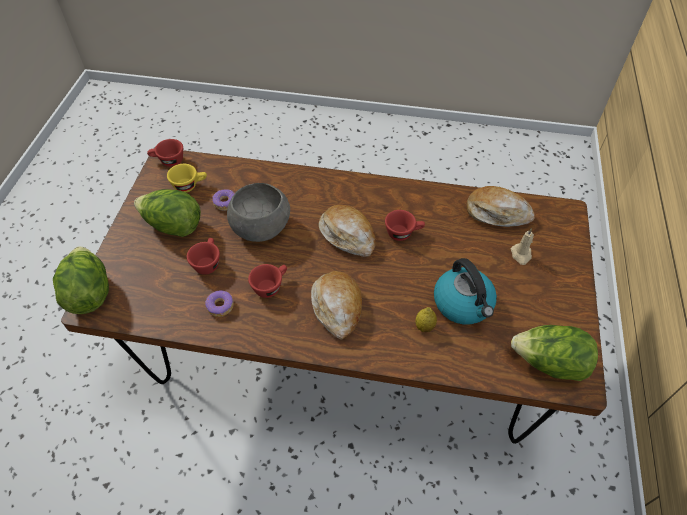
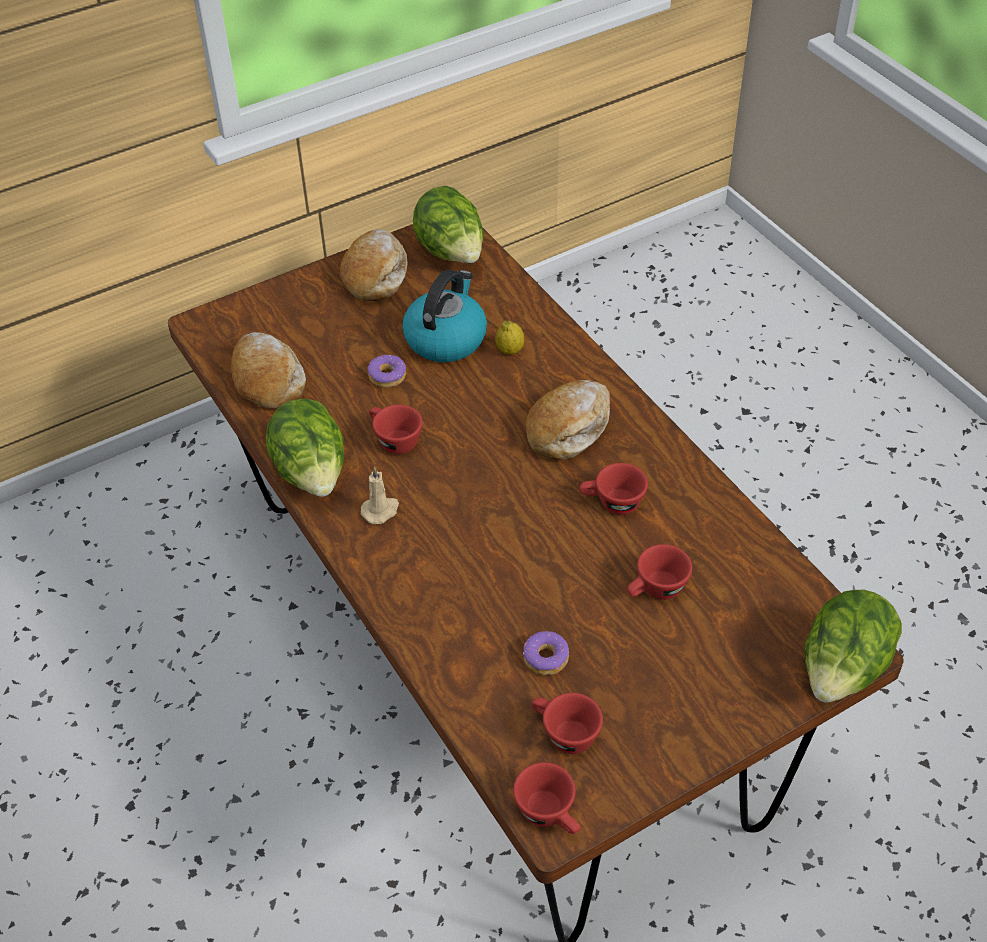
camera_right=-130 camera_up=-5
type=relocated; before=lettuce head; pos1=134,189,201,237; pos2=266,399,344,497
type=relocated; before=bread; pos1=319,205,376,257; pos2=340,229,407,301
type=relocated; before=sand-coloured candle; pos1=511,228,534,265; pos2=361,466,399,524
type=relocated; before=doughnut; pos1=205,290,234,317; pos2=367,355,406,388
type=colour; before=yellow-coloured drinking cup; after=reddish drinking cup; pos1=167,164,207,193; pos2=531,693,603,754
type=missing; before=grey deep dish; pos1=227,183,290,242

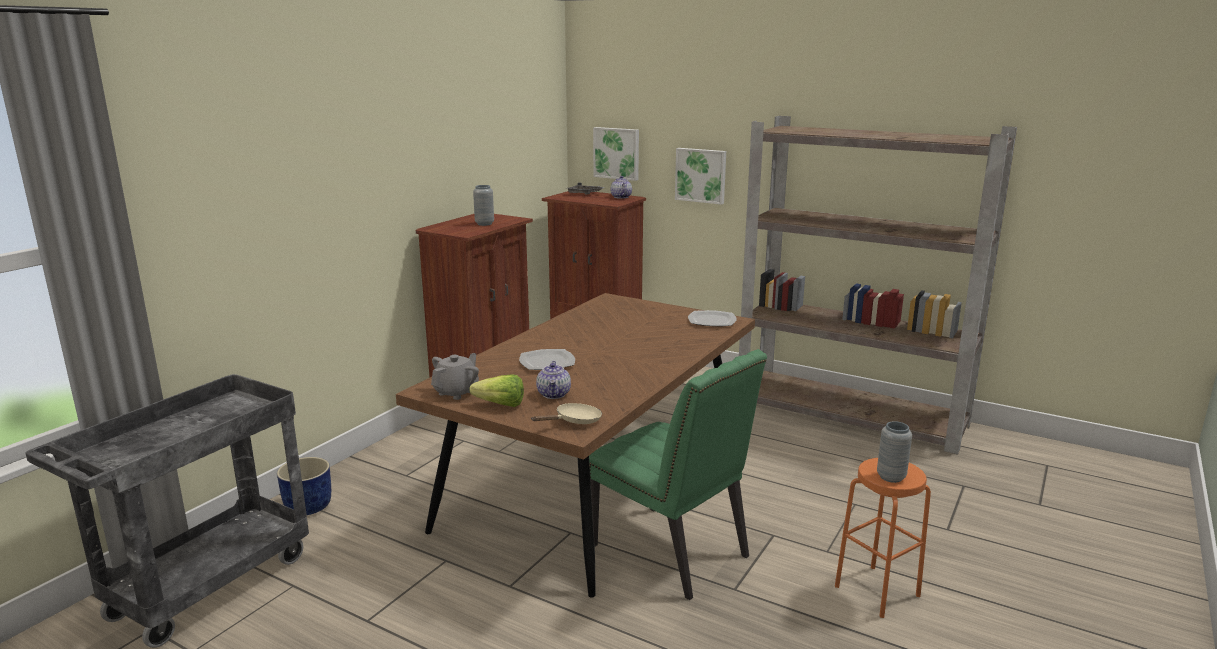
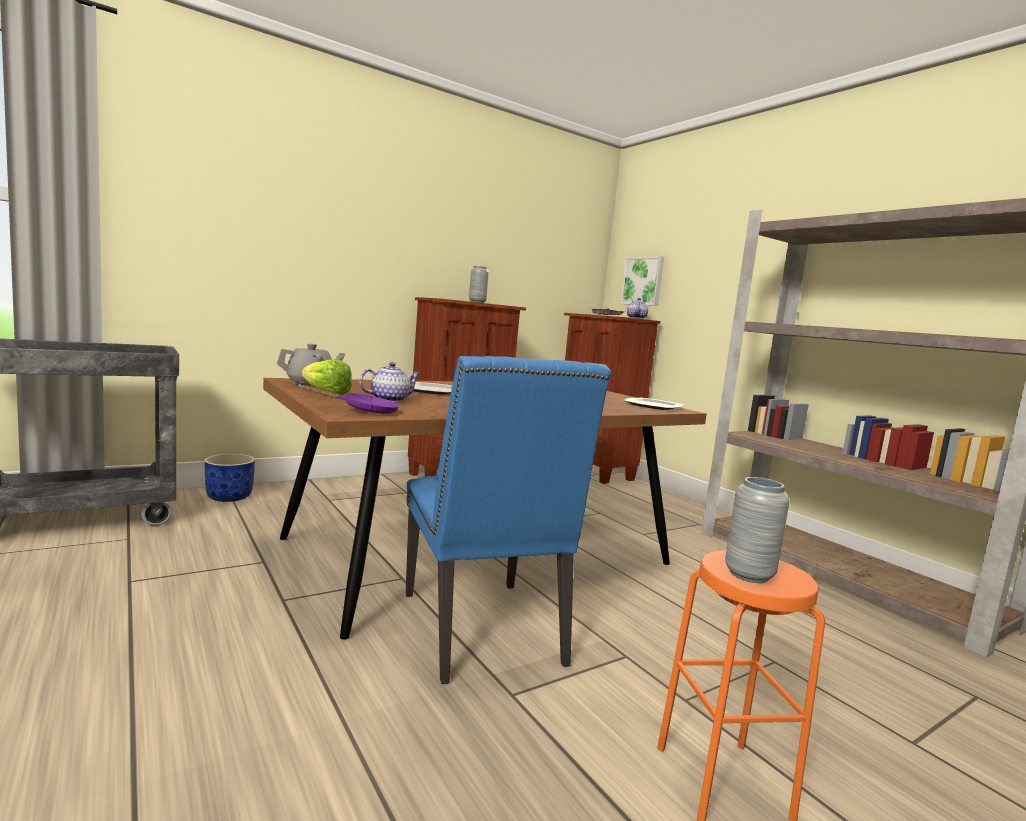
camera_right=25 camera_up=-10
type=colour; before=sand-coloured pan; after=purple pan; pos1=531,403,602,424; pos2=301,385,399,414
type=spun; before=pot for tea; pos1=536,361,571,399; pos2=359,362,421,402; turn=-150
type=colour; before=green-coloured upright chair; after=blue upright chair; pos1=589,349,767,600; pos2=406,356,611,684
type=missing; before=wall picture; pos1=675,148,726,205

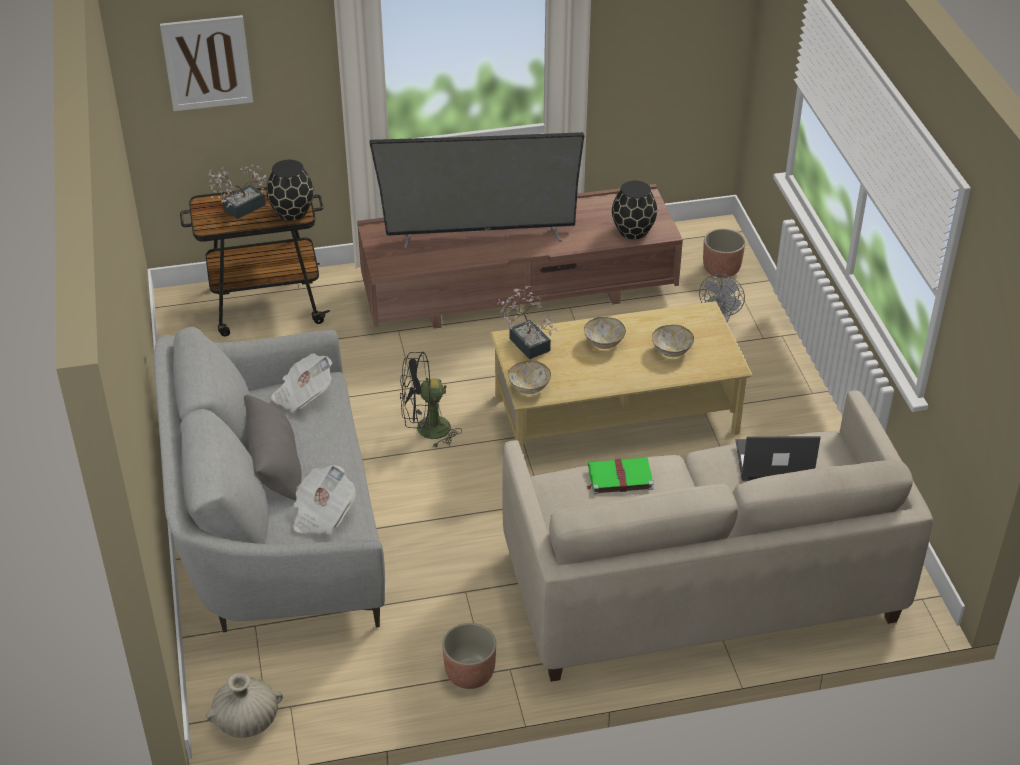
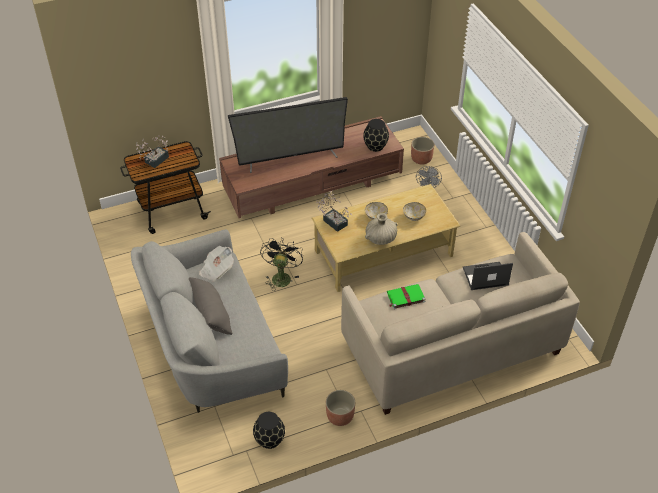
camera_right=-10 camera_up=5
type=relocated; before=blackish decorative vase; pos1=266,160,314,221; pos2=253,412,285,449
type=spun; before=blackish electric fan; pos1=400,352,462,449; pos2=260,237,303,291; turn=120
type=relocated; before=sand-coloured decorative vase; pos1=206,673,283,738; pos2=365,213,398,245
type=missing; before=wall picture; pos1=160,15,253,111
type=missing; before=printed paper; pos1=293,465,356,535
type=missing; before=deep dish; pos1=508,361,551,394

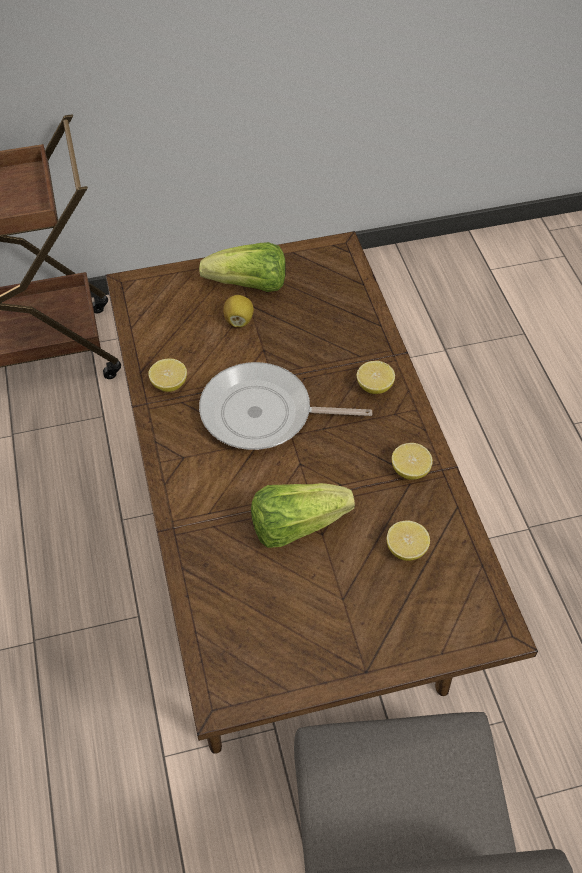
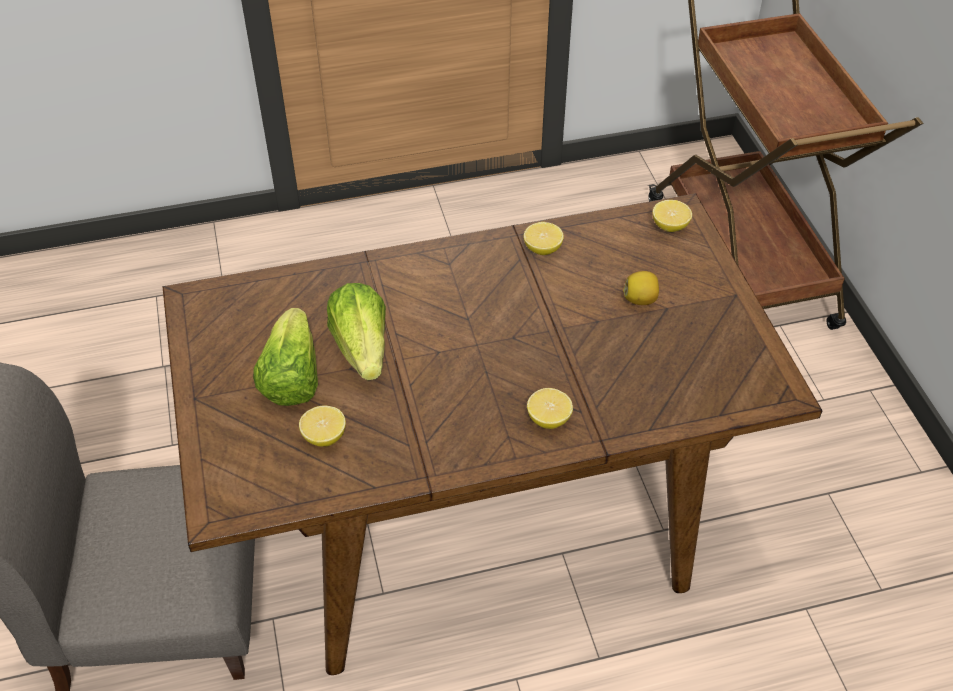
camera_right=90 camera_up=-5
type=relocated; before=lettuce head; pos1=199,242,286,292; pos2=253,308,318,406
type=relocated; before=citrus fruit; pos1=392,443,433,480; pos2=653,200,692,232
type=missing; before=pan; pos1=199,362,372,450

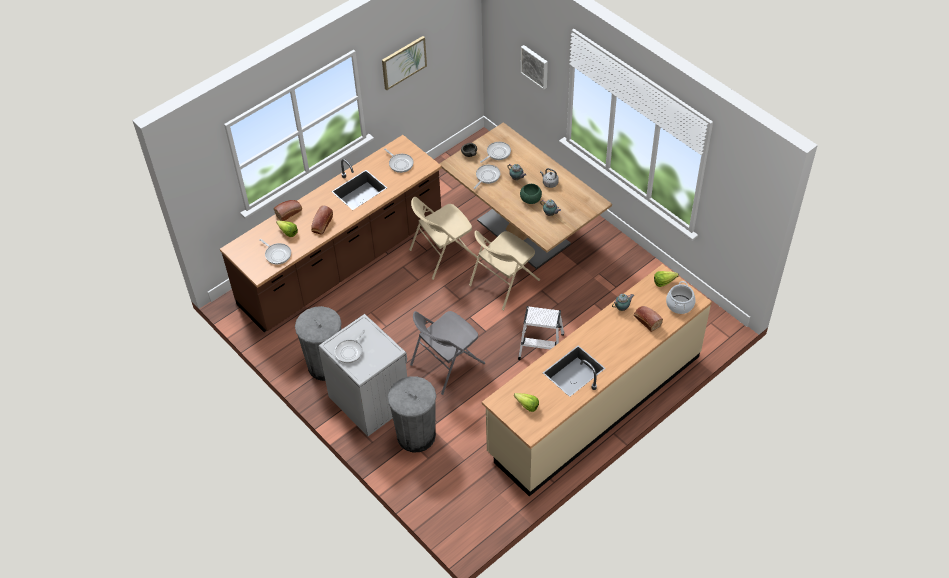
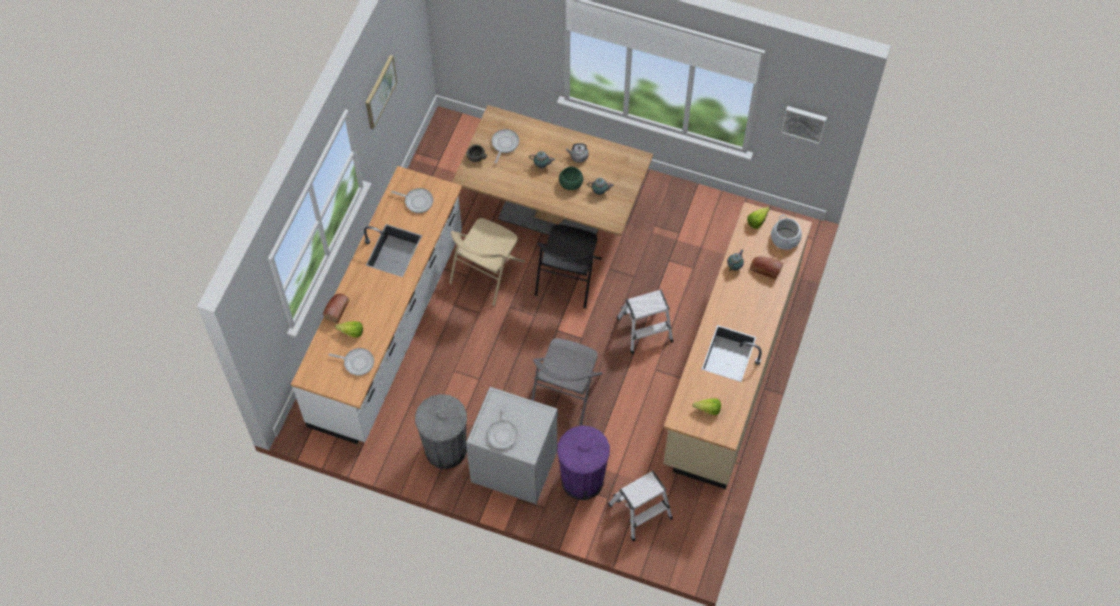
camera_right=-30 camera_up=10
type=colour; before=brownish kitchen base unit; after=whitish kitchen base unit; pos1=220,135,442,332; pos2=291,166,462,444
type=colour; before=sand-coloured upright chair; after=blackish upright chair; pos1=469,231,540,311; pos2=534,225,602,308
type=colour; before=grey trash can; after=purple trash can; pos1=388,376,436,452; pos2=557,425,610,500
type=appeared; after=whitish step ladder; pos2=608,471,673,541
type=relocated; before=wall picture; pos1=521,45,548,89; pos2=781,106,827,144
type=missing; before=bread; pos1=311,205,333,235
type=missing; before=pan; pos1=473,165,501,189

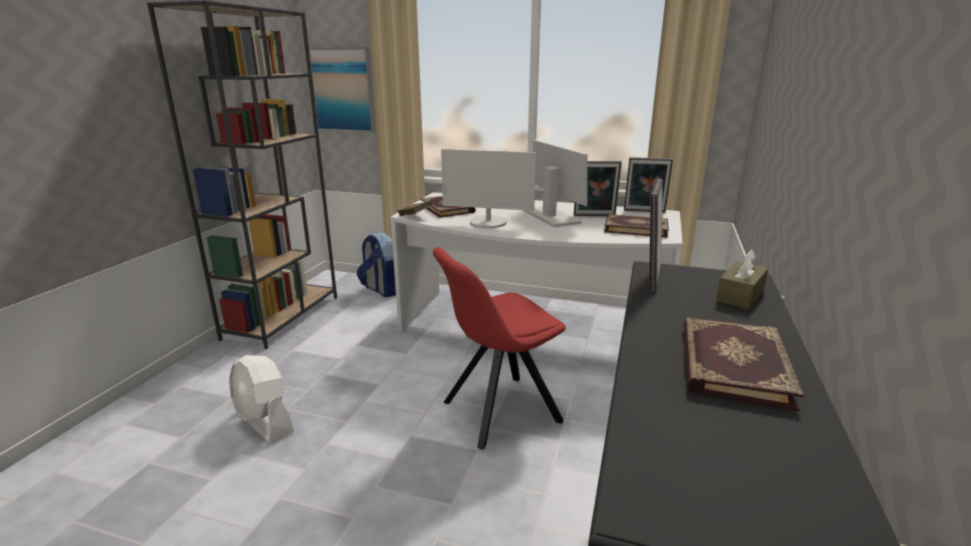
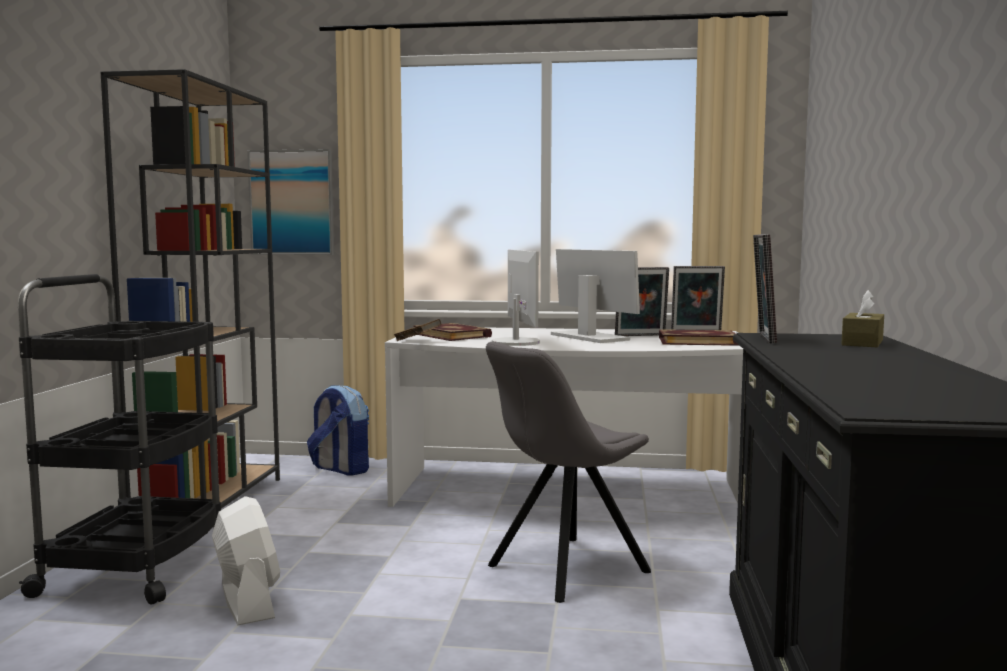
camera_right=-10 camera_up=-15
type=appeared; after=blackish cart; pos2=18,274,221,605
type=spun; before=whitish electric fan; pos1=229,355,294,443; pos2=212,496,280,625; turn=-150
type=colour; before=reddish upright chair; after=grey upright chair; pos1=433,247,566,449; pos2=486,342,651,603
type=spun; before=computer screen; pos1=441,149,536,228; pos2=492,250,540,346; turn=-105
type=missing; before=volume; pos1=683,317,804,411

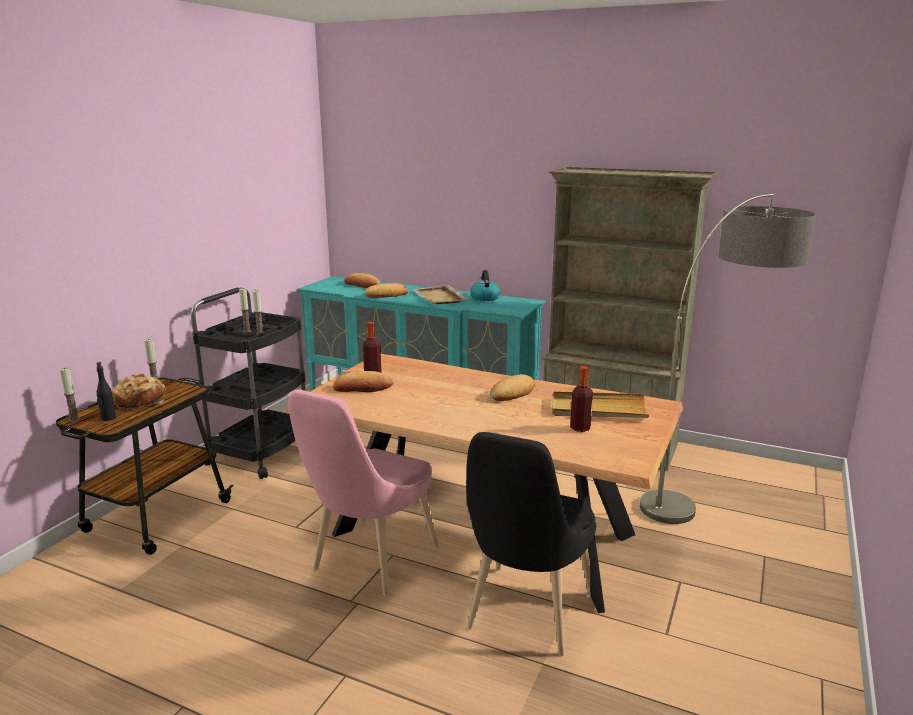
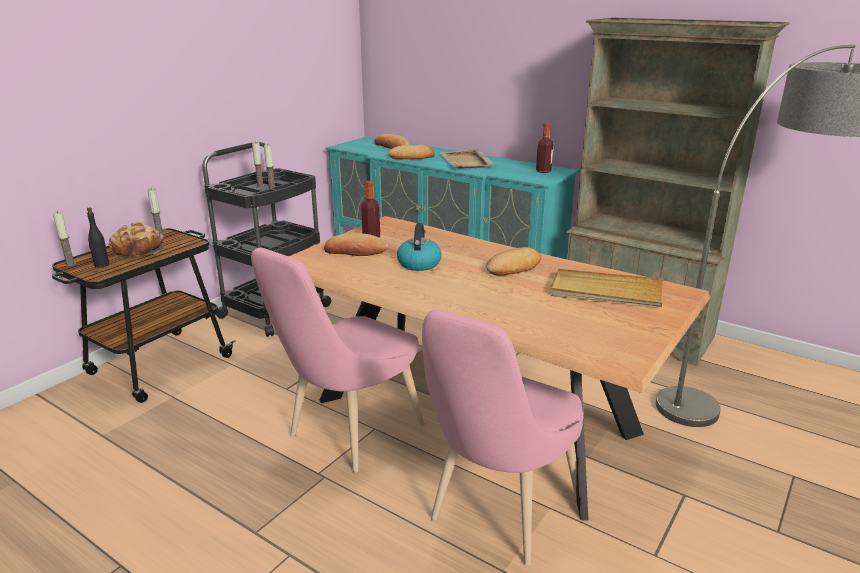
camera_right=10 camera_up=5
type=relocated; before=tea kettle; pos1=470,270,500,301; pos2=397,223,442,271
type=colour; before=blackish upright chair; after=pinkish upright chair; pos1=466,432,597,656; pos2=422,309,583,565
type=relocated; before=bottle; pos1=570,366,593,432; pos2=536,123,554,173

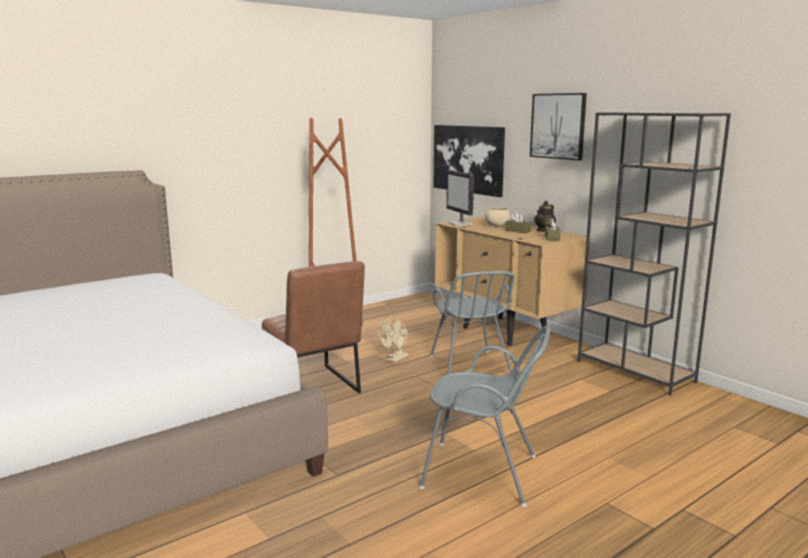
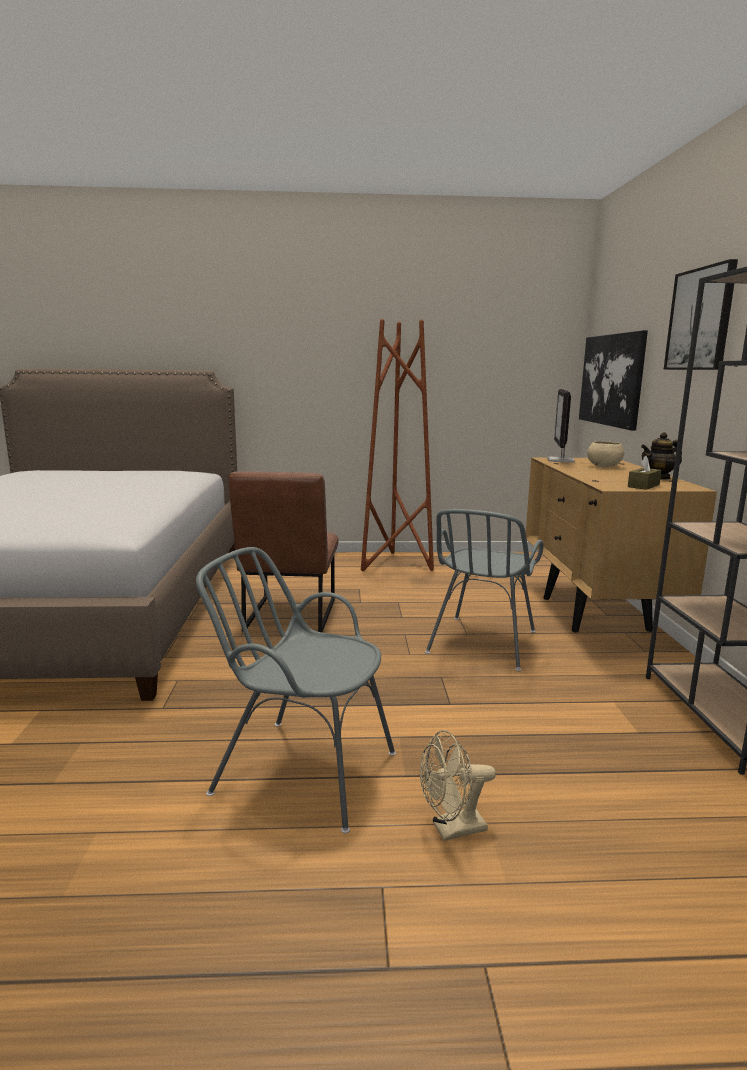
camera_right=35 camera_up=0
type=spun; before=grey upright chair; pos1=419,325,550,507; pos2=196,547,396,833; turn=150
type=relocated; before=sand-coloured electric fan; pos1=378,316,408,362; pos2=420,730,496,841
type=missing; before=brownish box of tissues; pos1=505,212,531,233

